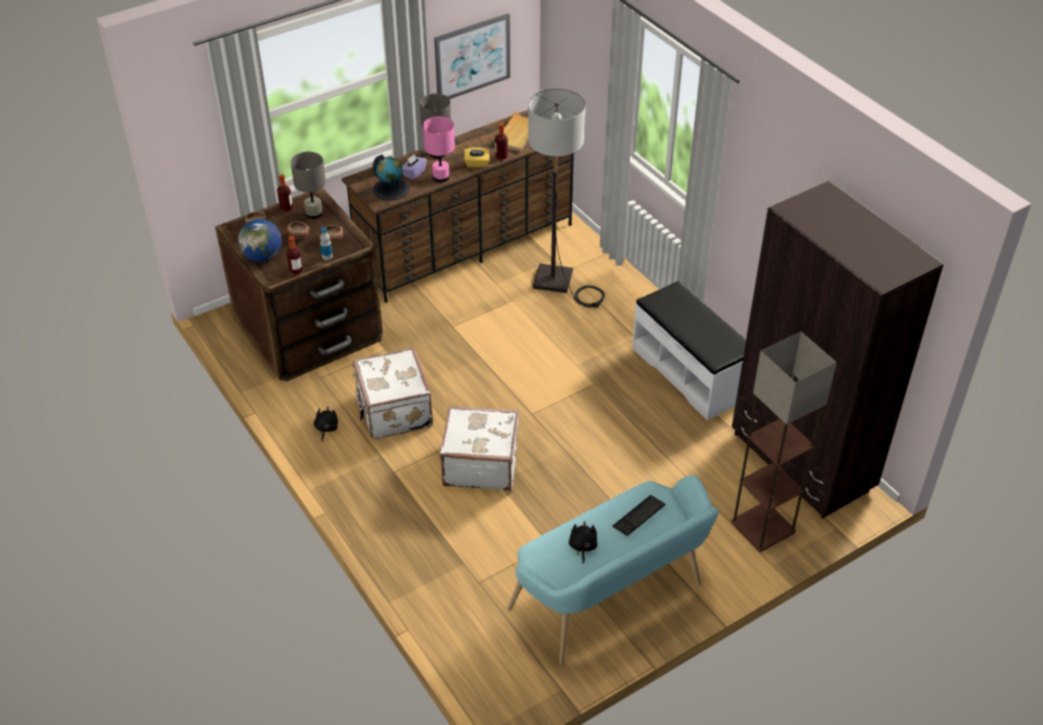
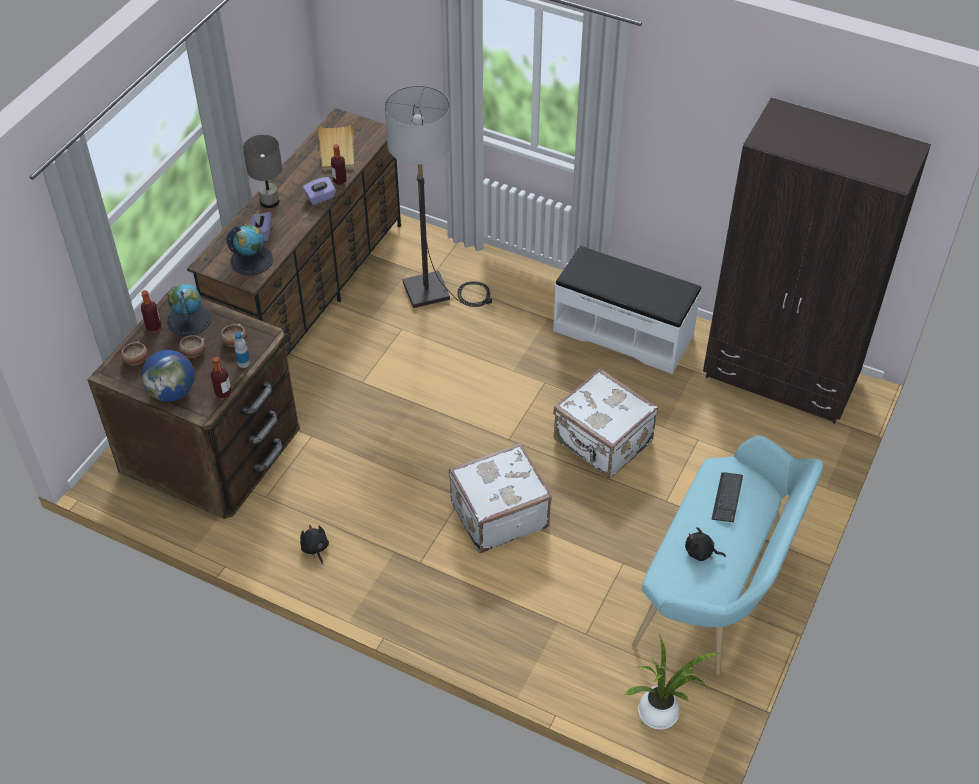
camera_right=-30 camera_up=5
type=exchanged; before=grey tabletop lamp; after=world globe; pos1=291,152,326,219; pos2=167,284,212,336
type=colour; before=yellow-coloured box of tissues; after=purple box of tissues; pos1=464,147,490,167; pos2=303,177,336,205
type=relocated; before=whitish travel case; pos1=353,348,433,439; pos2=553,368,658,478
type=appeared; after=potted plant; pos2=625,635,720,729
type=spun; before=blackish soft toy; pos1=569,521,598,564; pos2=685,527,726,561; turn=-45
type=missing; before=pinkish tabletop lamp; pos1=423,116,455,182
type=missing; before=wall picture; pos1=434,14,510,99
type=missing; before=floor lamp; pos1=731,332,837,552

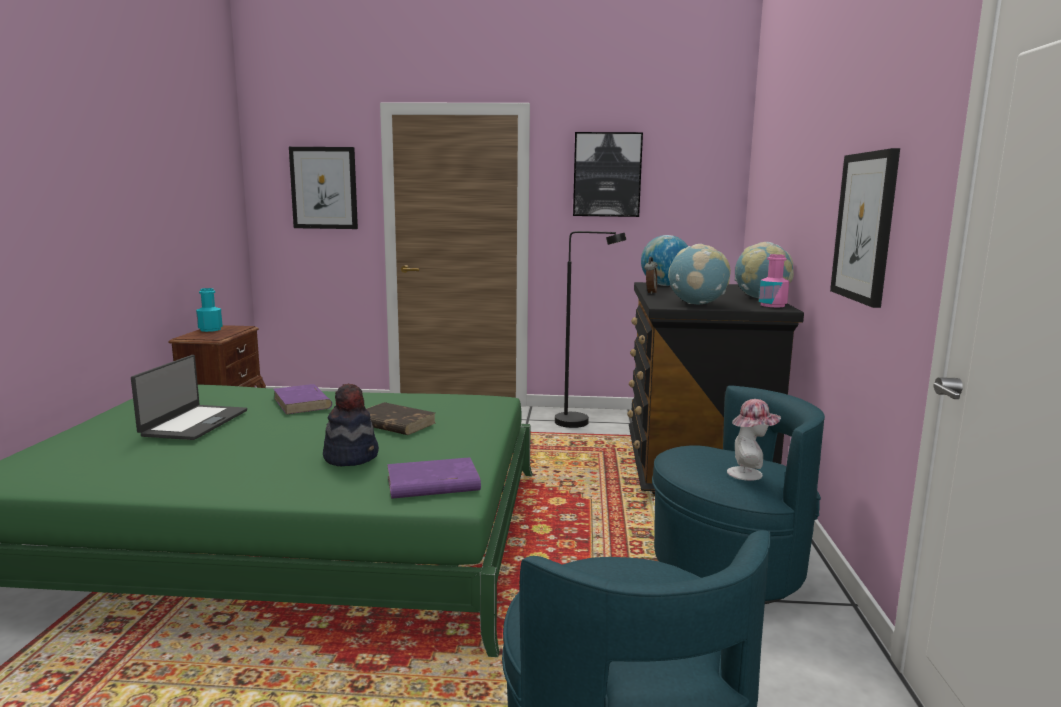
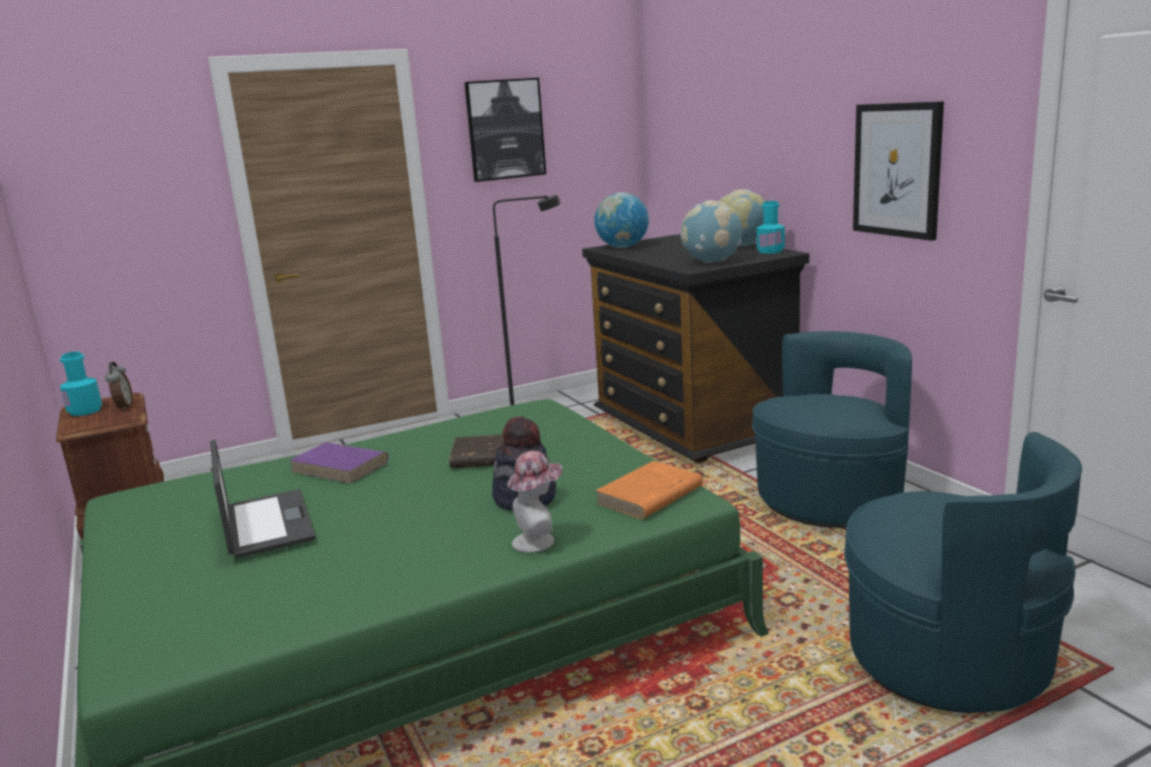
camera_right=-30 camera_up=5
type=relocated; before=table clock; pos1=644,257,658,294; pos2=105,362,133,411
type=relocated; before=clothing hat; pos1=727,399,781,481; pos2=508,451,563,553
type=colour; before=purple volume; after=orange volume; pos1=387,457,481,499; pos2=595,461,703,519
type=colour; before=pinkish bottle; after=turquoise bottle; pos1=759,254,789,307; pos2=757,201,785,254
type=missing; before=wall picture; pos1=289,147,358,229

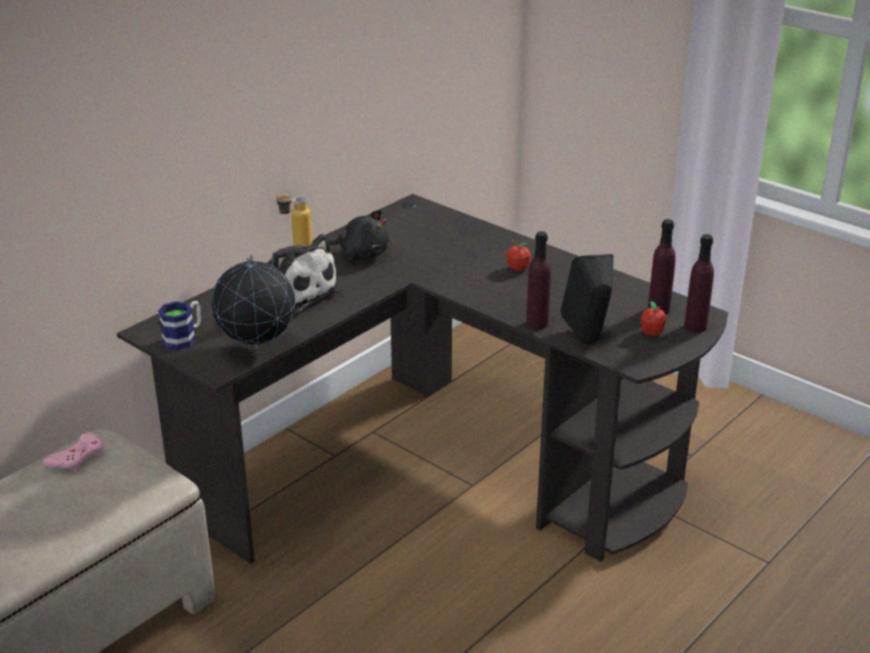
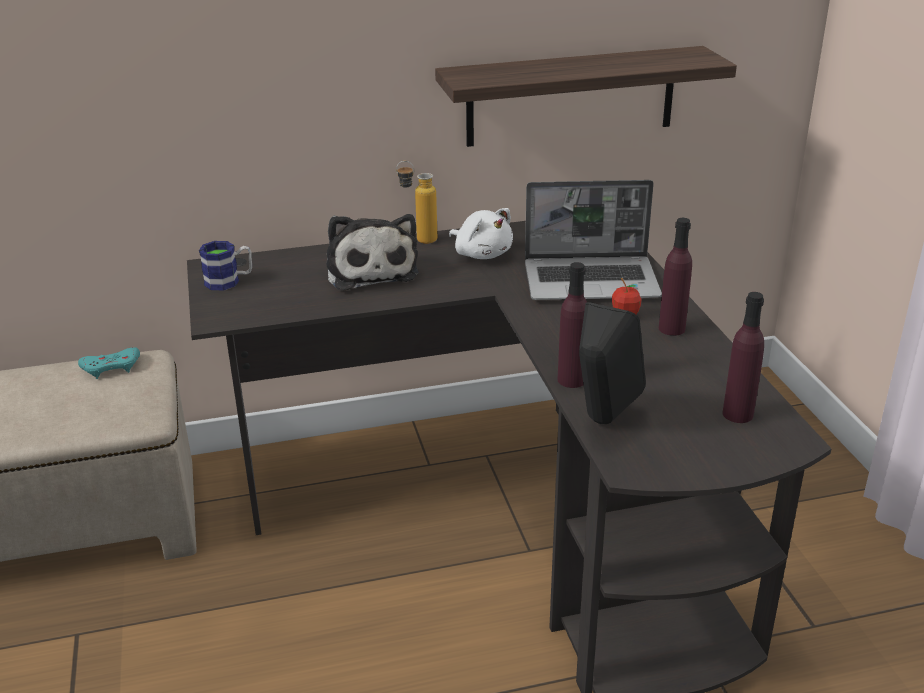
camera_right=35 camera_up=0
type=colour; before=pinkish gamepad; after=turquoise gamepad; pos1=43,432,103,471; pos2=78,347,140,379
type=appeared; after=wall shelf; pos2=435,46,737,147
type=colour; before=blackish soft toy; after=whitish soft toy; pos1=328,210,390,259; pos2=449,208,513,259
type=appeared; after=portable computer; pos2=525,180,662,300
type=relocated; before=purple bottle; pos1=684,234,714,333; pos2=659,218,692,336
type=missing; before=world globe; pos1=211,255,296,350
type=missing; before=whole apple; pos1=641,301,667,336

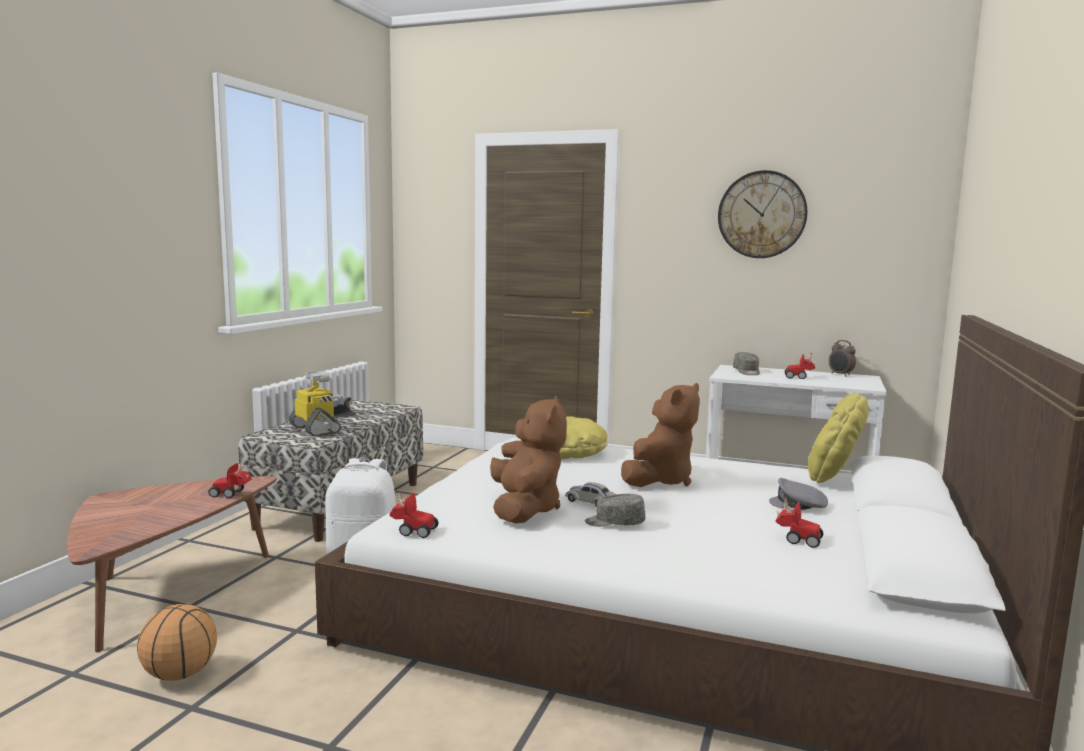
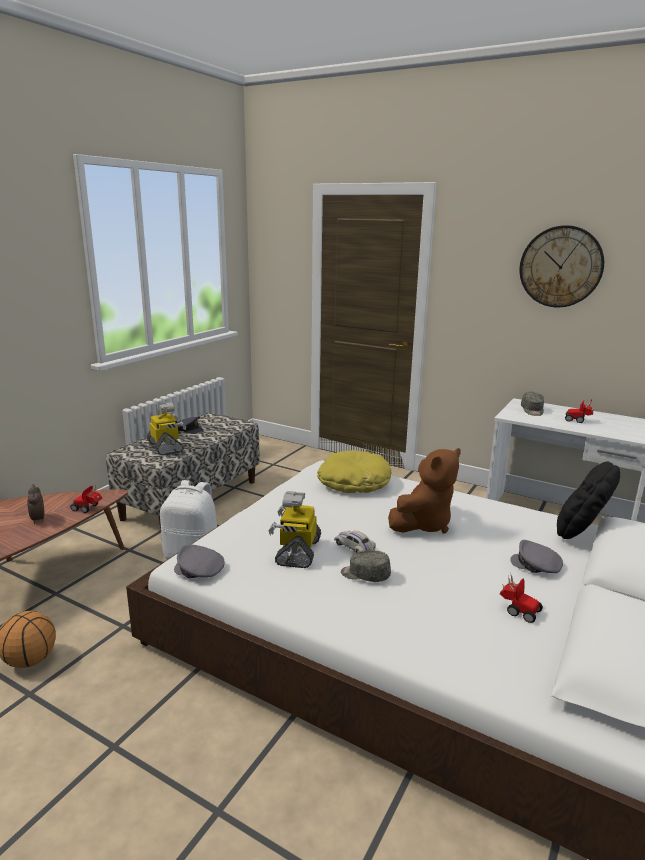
camera_right=10 camera_up=10
type=relocated; before=table clock; pos1=829,340,856,377; pos2=27,484,45,524
type=exchanged; before=toy car; after=grey peaked cap; pos1=389,490,439,538; pos2=174,544,224,578
type=exchanged; before=brownish soft toy; after=robot figure; pos1=490,396,567,523; pos2=268,491,321,568
type=colour; before=yellow-coloured cushion; after=blackish cushion; pos1=808,393,869,483; pos2=557,461,620,539

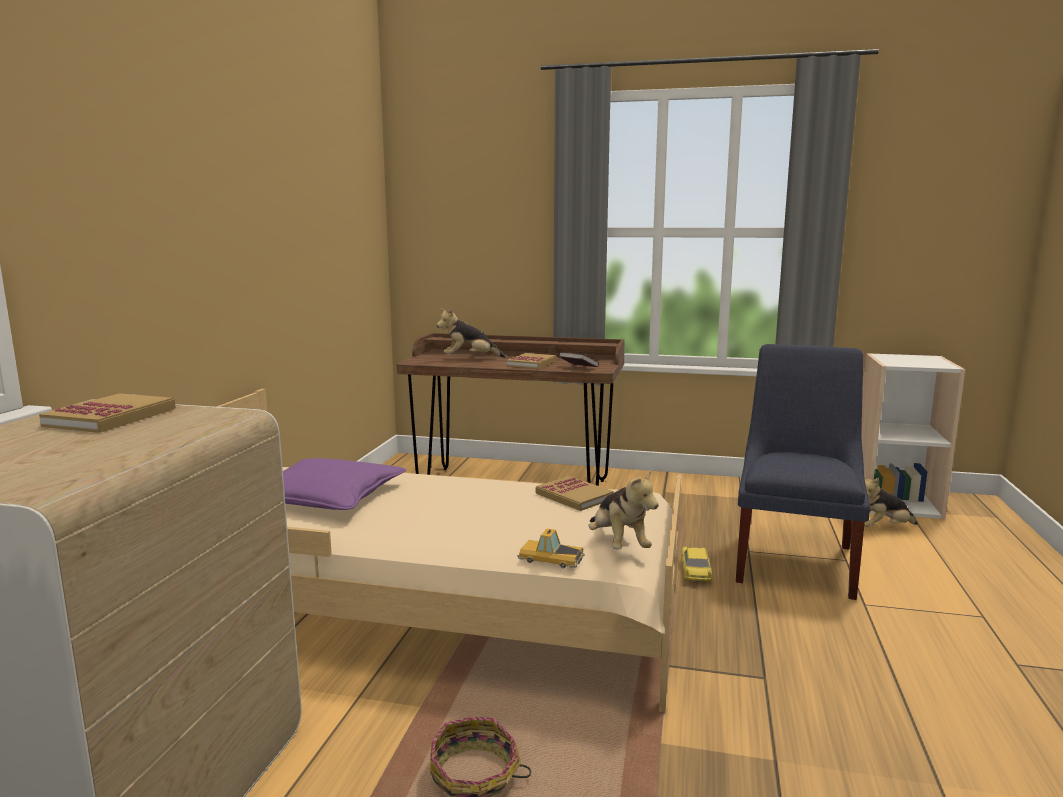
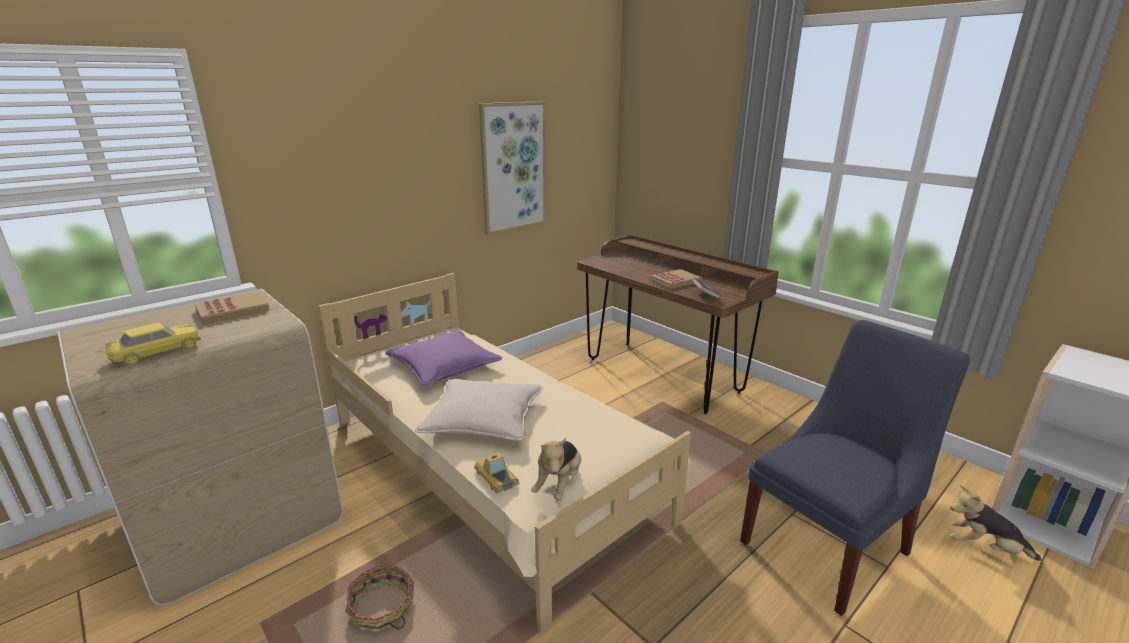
camera_right=35 camera_up=10
type=relocated; before=yellow-coloured toy car; pos1=681,547,712,582; pos2=105,323,201,365
type=appeared; after=sand-coloured cushion; pos2=415,379,542,441
type=appeared; after=wall picture; pos2=479,101,546,235
type=missing; before=soft toy; pos1=437,308,506,358
type=missing; before=volume; pos1=536,476,614,511

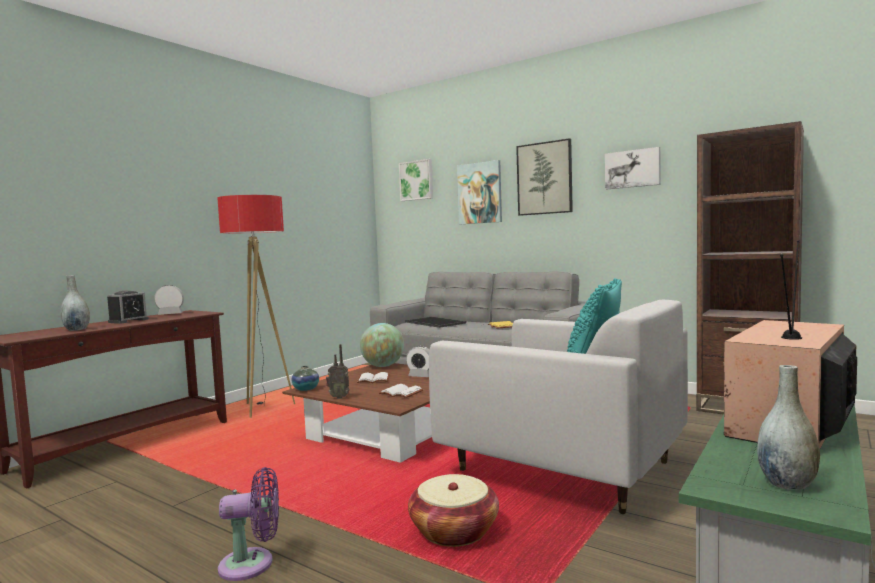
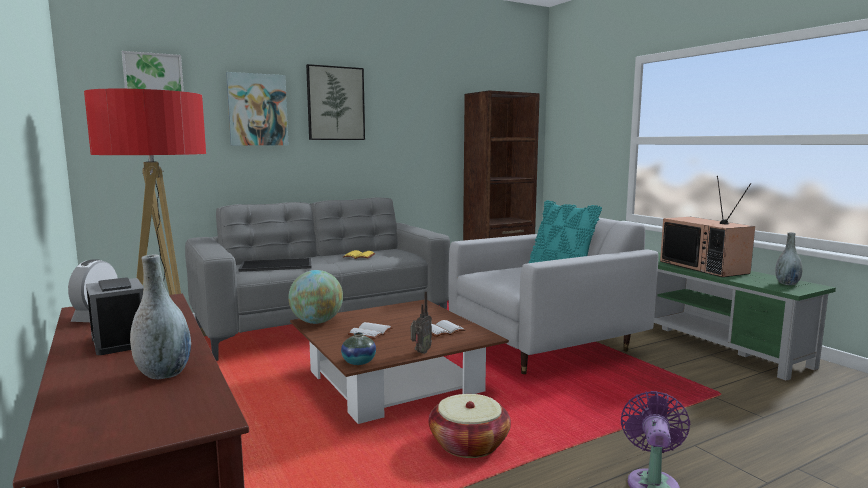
camera_right=-65 camera_up=5
type=relocated; before=storage basket; pos1=408,474,499,547; pos2=429,394,511,458
type=missing; before=table clock; pos1=406,346,429,377
type=missing; before=wall picture; pos1=605,147,661,189

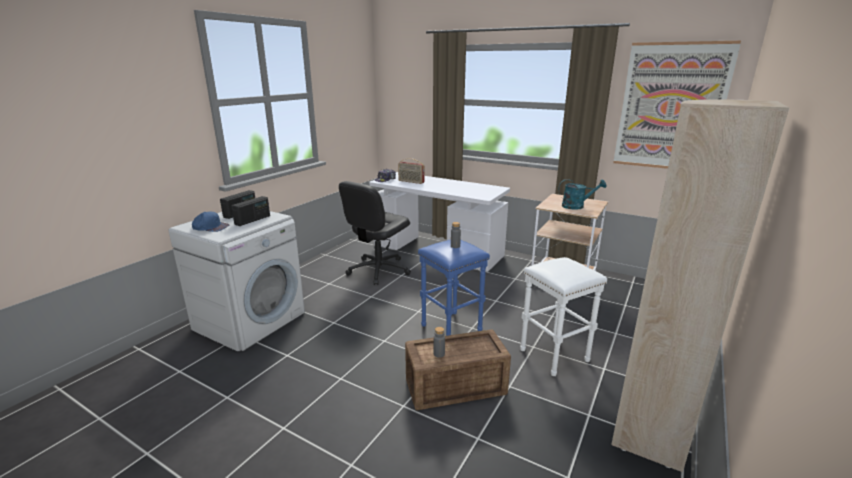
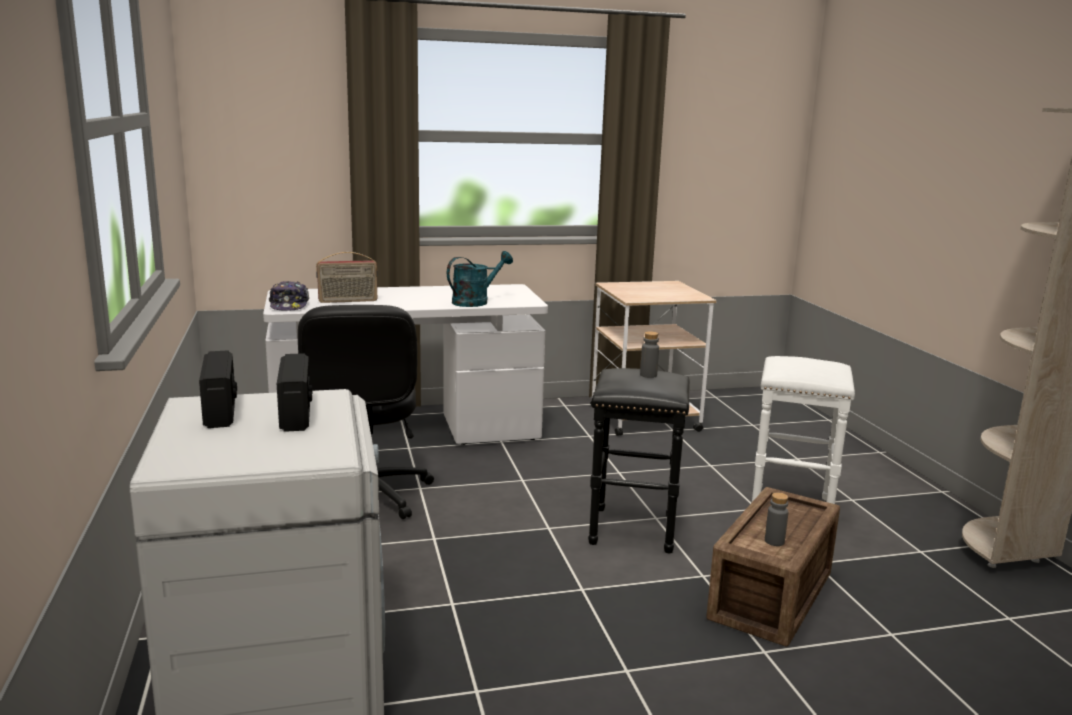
camera_right=-45 camera_up=-5
type=relocated; before=turquoise watering can; pos1=559,179,607,210; pos2=447,251,513,307
type=colour; before=blue stool; after=blackish stool; pos1=418,240,490,336; pos2=588,368,690,553
type=missing; before=blue peaked cap; pos1=192,212,229,232
type=missing; before=wall picture; pos1=613,41,741,169

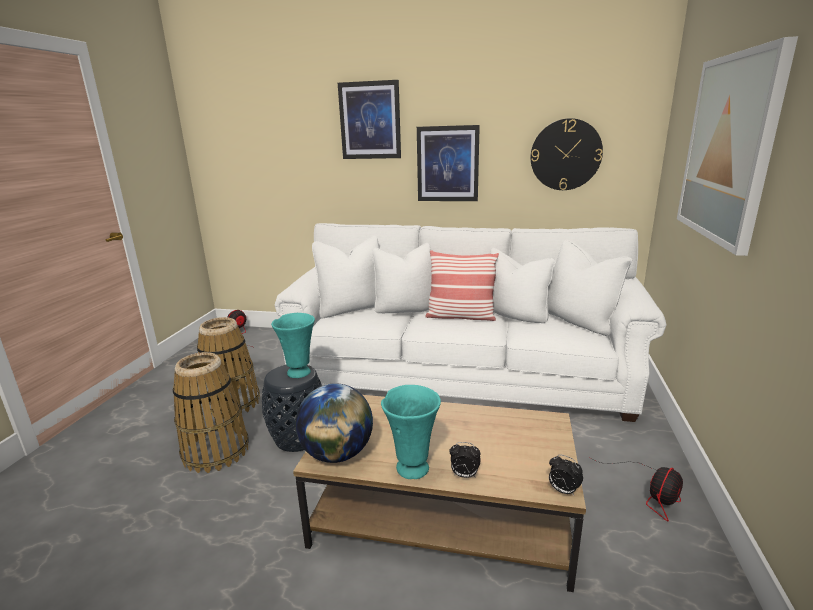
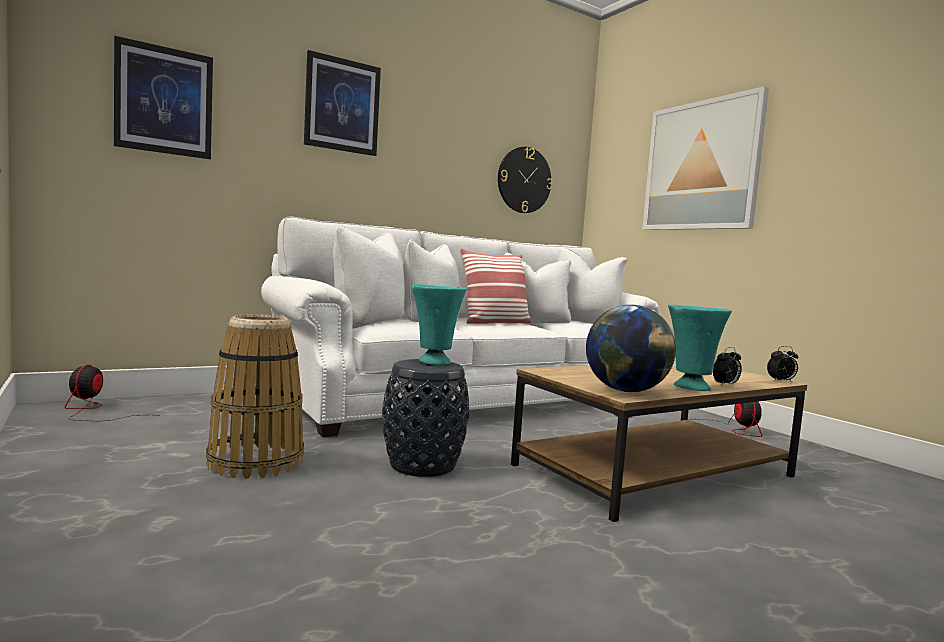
camera_right=-45 camera_up=-15
type=relocated; before=wall picture; pos1=417,125,480,201; pos2=114,36,213,159
type=missing; before=storage basket; pos1=173,352,249,473

